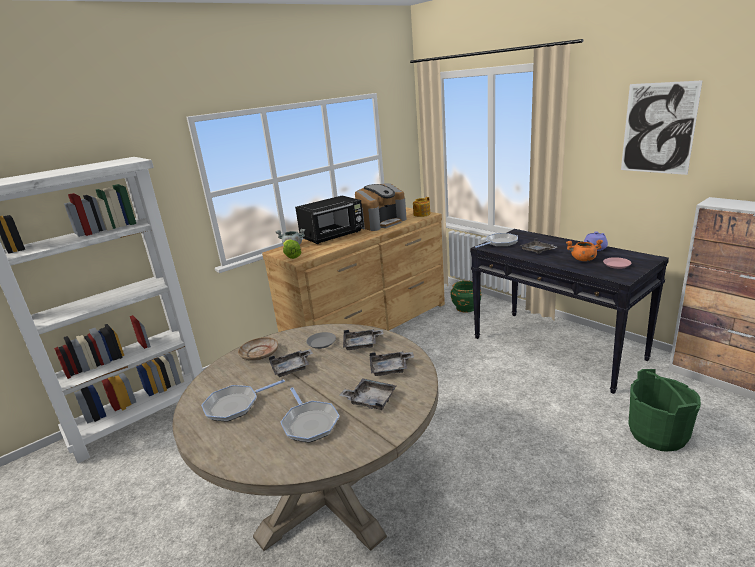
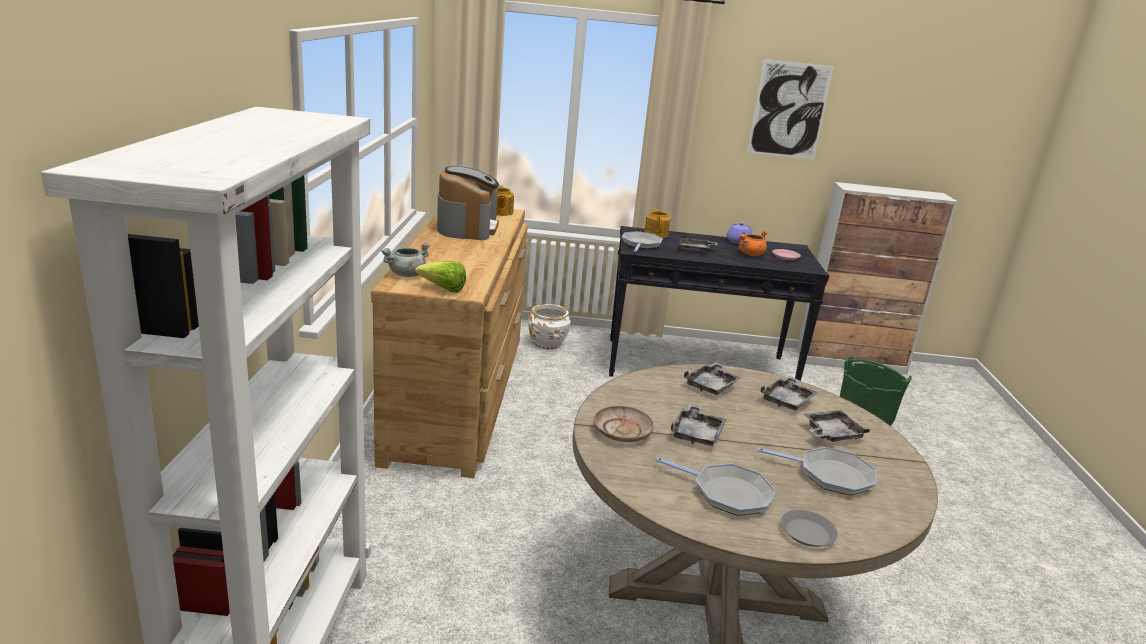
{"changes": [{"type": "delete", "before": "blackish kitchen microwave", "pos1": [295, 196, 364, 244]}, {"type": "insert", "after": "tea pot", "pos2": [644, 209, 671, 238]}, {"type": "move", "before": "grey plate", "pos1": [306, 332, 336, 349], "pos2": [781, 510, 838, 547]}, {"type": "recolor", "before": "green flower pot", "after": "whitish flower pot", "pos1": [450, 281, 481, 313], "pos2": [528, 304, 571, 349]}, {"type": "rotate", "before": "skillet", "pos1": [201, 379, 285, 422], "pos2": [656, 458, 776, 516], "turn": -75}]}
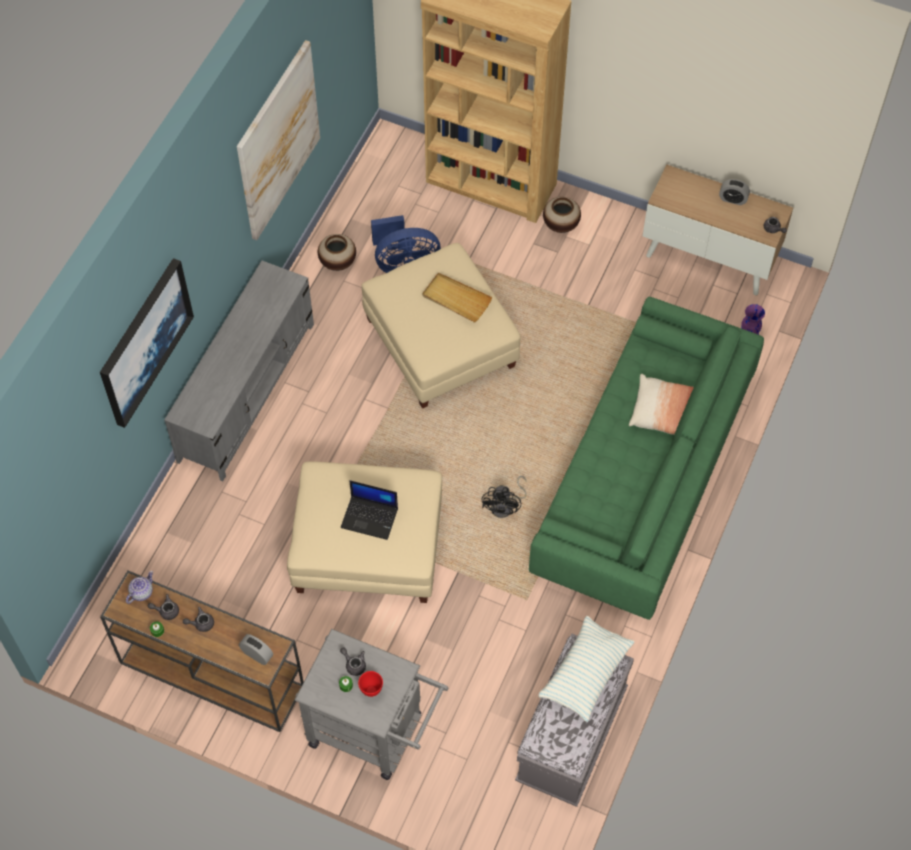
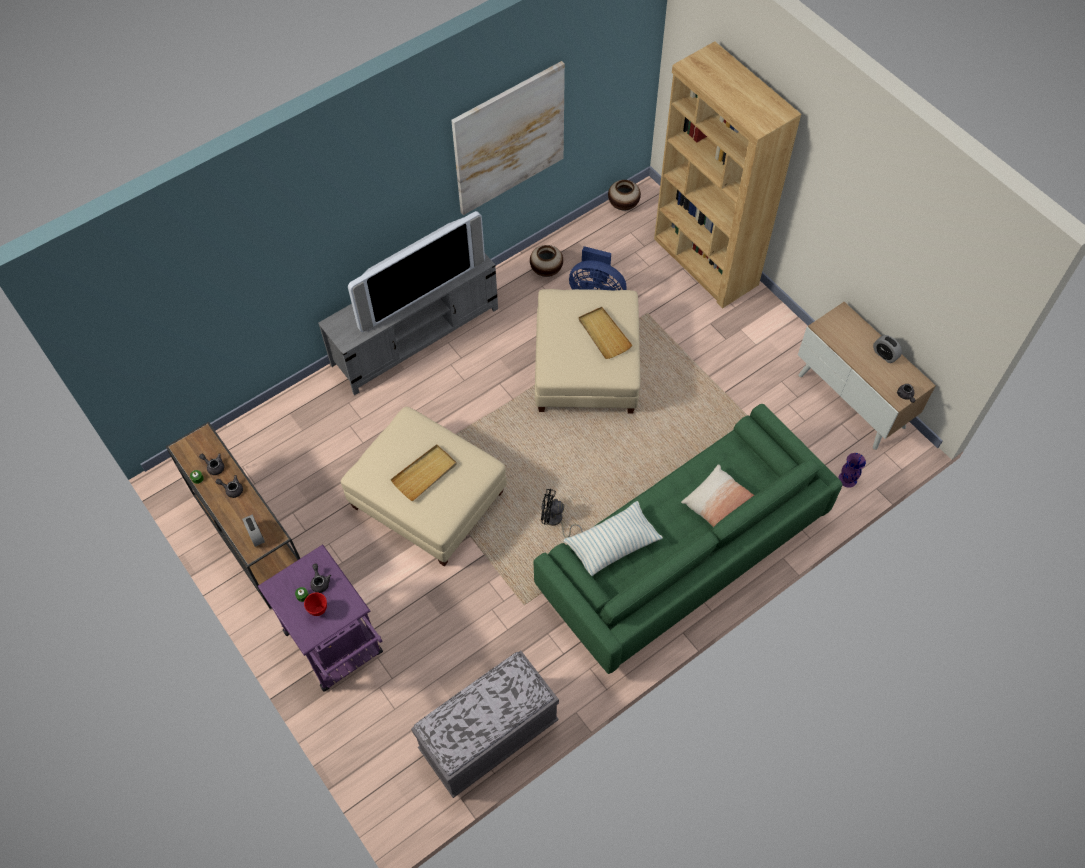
{"changes": [{"type": "delete", "before": "picture", "pos1": [100, 258, 194, 428]}, {"type": "delete", "before": "tea pot", "pos1": [126, 571, 153, 604]}, {"type": "insert", "after": "TV set", "pos2": [348, 211, 485, 332]}, {"type": "move", "before": "cushion", "pos1": [538, 616, 635, 722], "pos2": [564, 501, 663, 576]}, {"type": "move", "before": "flower vase", "pos1": [543, 197, 581, 233], "pos2": [608, 180, 641, 210]}, {"type": "replace", "before": "notebook computer", "after": "beige-coloured tray", "pos1": [341, 480, 398, 540], "pos2": [390, 445, 457, 501]}, {"type": "recolor", "before": "grey cart", "after": "purplish cart", "pos1": [295, 629, 448, 780], "pos2": [258, 544, 383, 692]}, {"type": "rotate", "before": "blackish fan", "pos1": [482, 476, 527, 518], "pos2": [541, 489, 583, 538], "turn": 60}]}
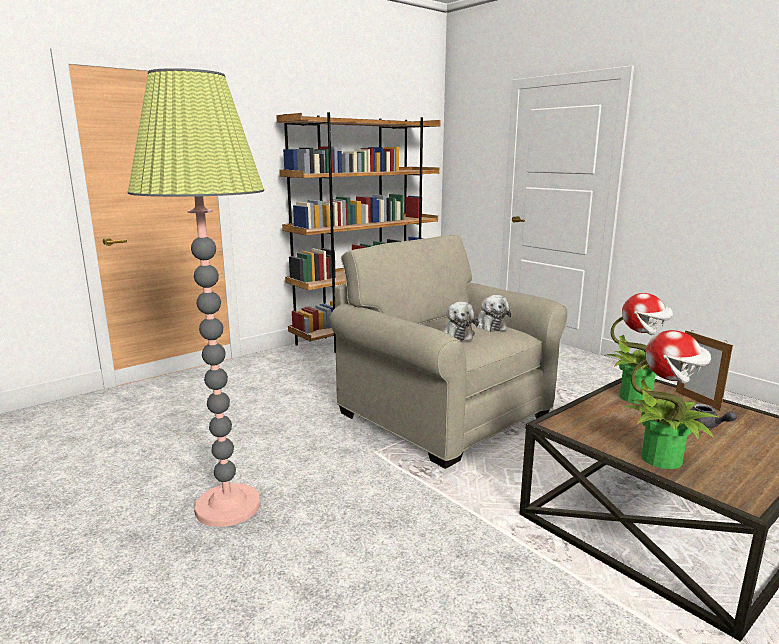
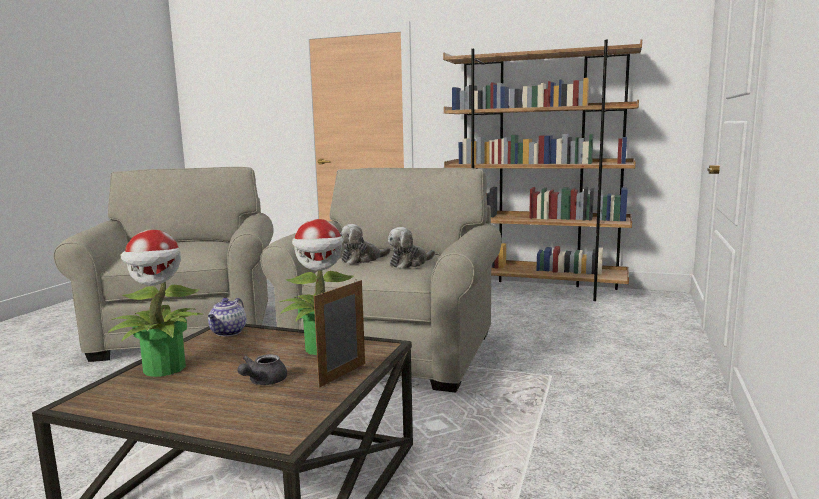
{"changes": [{"type": "insert", "after": "tea pot", "pos2": [208, 298, 246, 336]}, {"type": "replace", "before": "standing lamp", "after": "beige-coloured easy chair", "pos1": [128, 68, 264, 527], "pos2": [53, 167, 274, 362]}]}
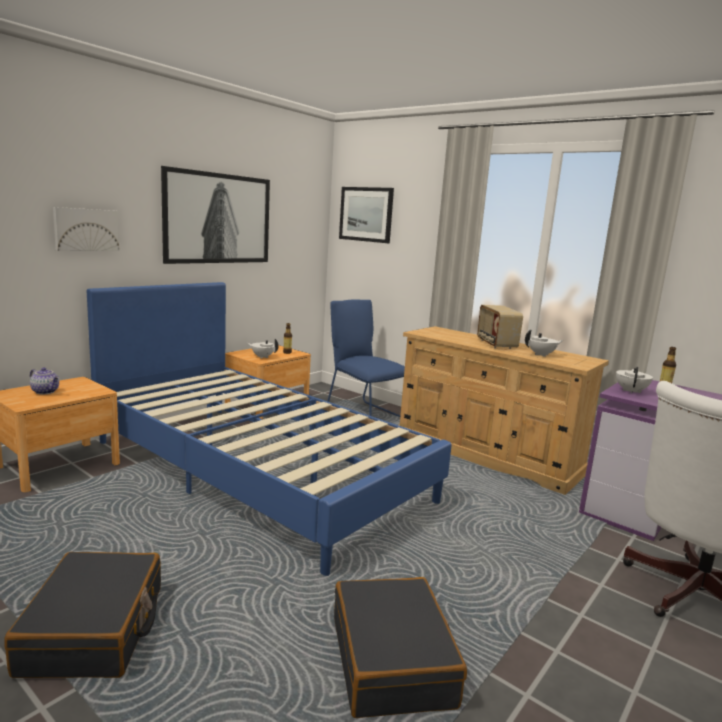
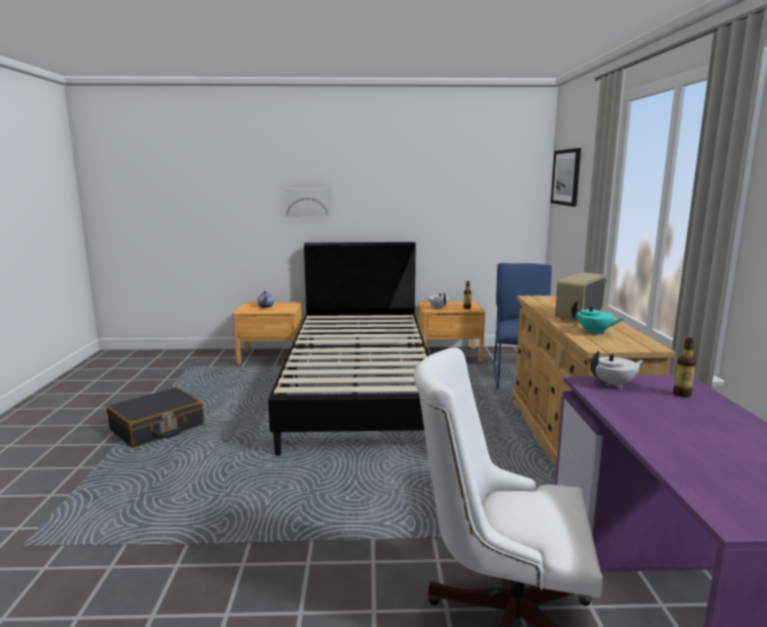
{"changes": [{"type": "delete", "before": "picture", "pos1": [161, 166, 270, 264]}, {"type": "delete", "before": "blackish travel case", "pos1": [334, 577, 467, 718]}, {"type": "recolor", "before": "bluish bedroom bed", "after": "blackish bedroom bed", "pos1": [87, 282, 452, 576], "pos2": [268, 242, 429, 456]}, {"type": "recolor", "before": "whitish tea pot", "after": "turquoise tea pot", "pos1": [525, 329, 563, 357], "pos2": [571, 300, 624, 335]}]}
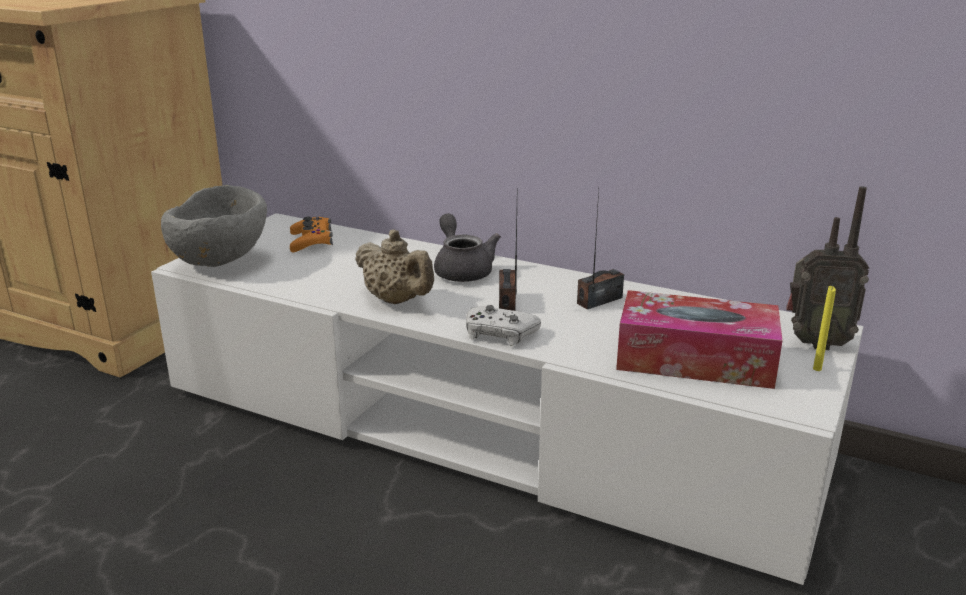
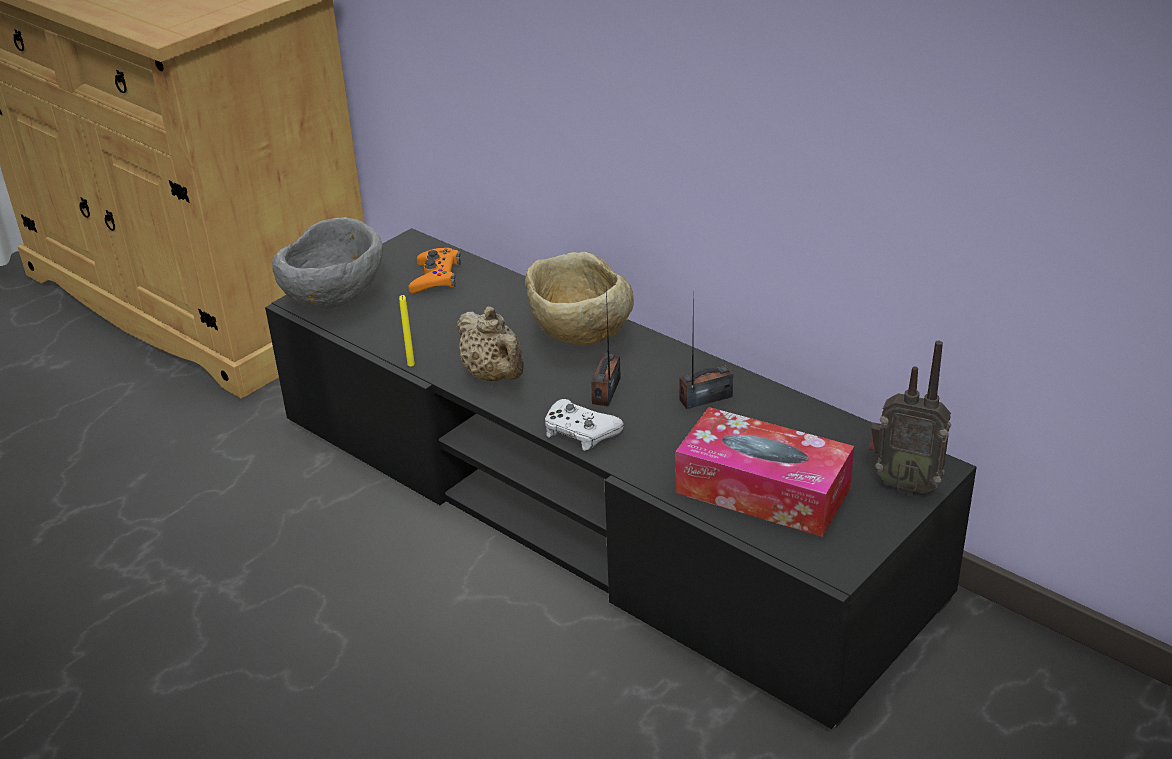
{"changes": [{"type": "move", "before": "yellow-coloured wax light", "pos1": [813, 286, 836, 371], "pos2": [399, 295, 415, 367]}, {"type": "replace", "before": "grey tea pot", "after": "beige-coloured bowl", "pos1": [434, 214, 501, 282], "pos2": [525, 252, 634, 346]}, {"type": "recolor", "before": "whitish tv unit", "after": "blackish tv unit", "pos1": [151, 213, 863, 585], "pos2": [265, 228, 977, 729]}]}
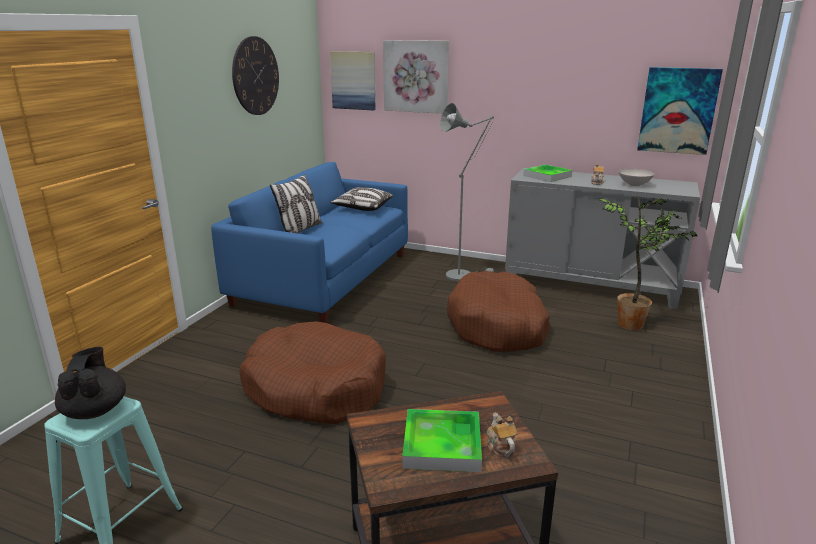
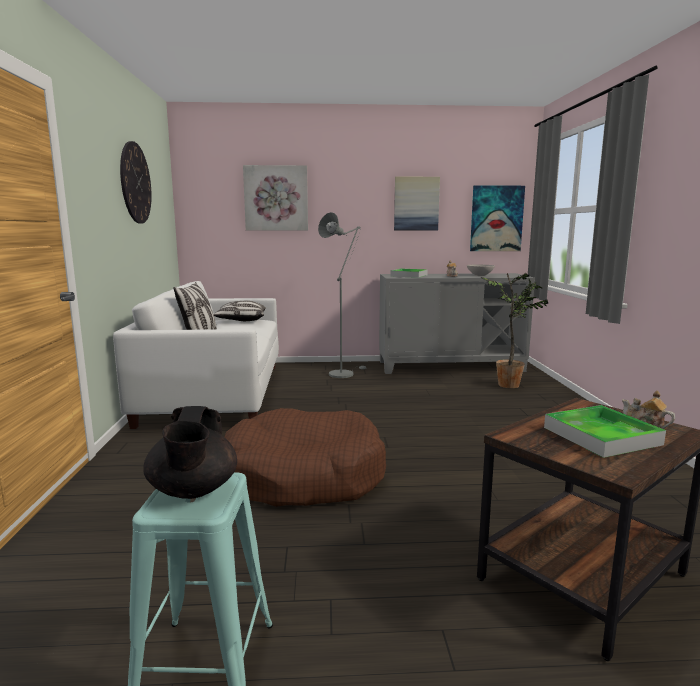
{"changes": [{"type": "delete", "before": "brownish dog bed", "pos1": [447, 271, 550, 352]}, {"type": "move", "before": "picture", "pos1": [330, 51, 376, 111], "pos2": [394, 176, 440, 231]}, {"type": "recolor", "before": "bluish couch", "after": "whitish couch", "pos1": [211, 162, 408, 323], "pos2": [113, 281, 279, 429]}, {"type": "rotate", "before": "blackish tea pot", "pos1": [55, 347, 126, 419], "pos2": [143, 406, 237, 499], "turn": -150}]}
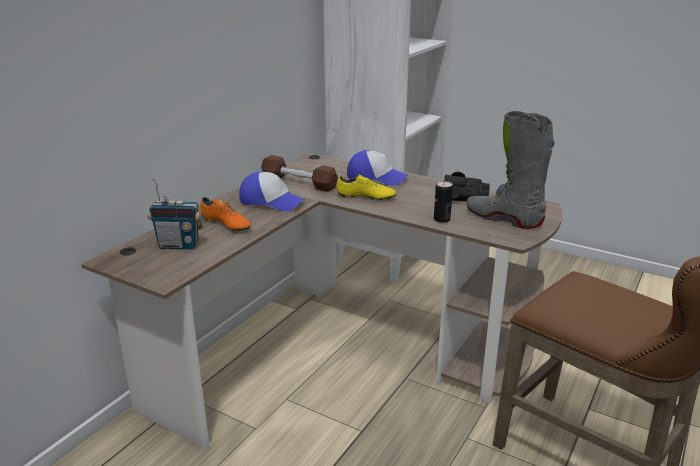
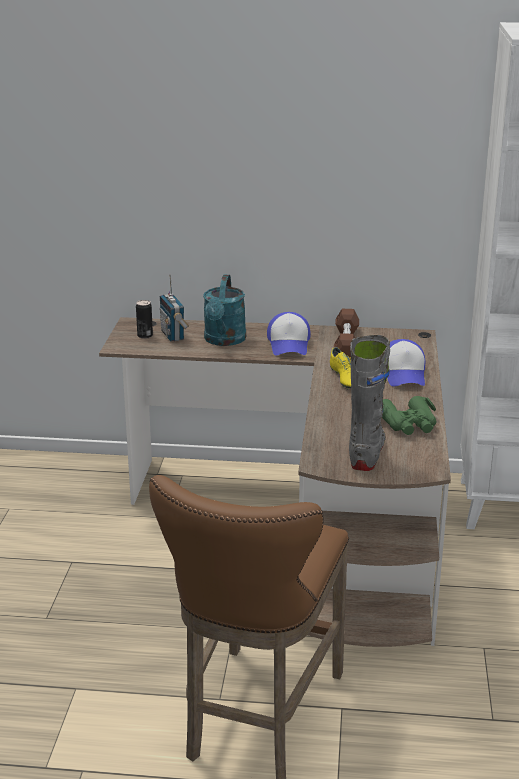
{"changes": [{"type": "move", "before": "metal can", "pos1": [434, 181, 453, 223], "pos2": [136, 300, 153, 339]}, {"type": "replace", "before": "orange low shoe", "after": "turquoise sprinkling can", "pos1": [201, 197, 251, 232], "pos2": [203, 275, 246, 346]}, {"type": "recolor", "before": "blackish binoculars", "after": "green binoculars", "pos1": [444, 172, 490, 201], "pos2": [382, 396, 436, 435]}]}
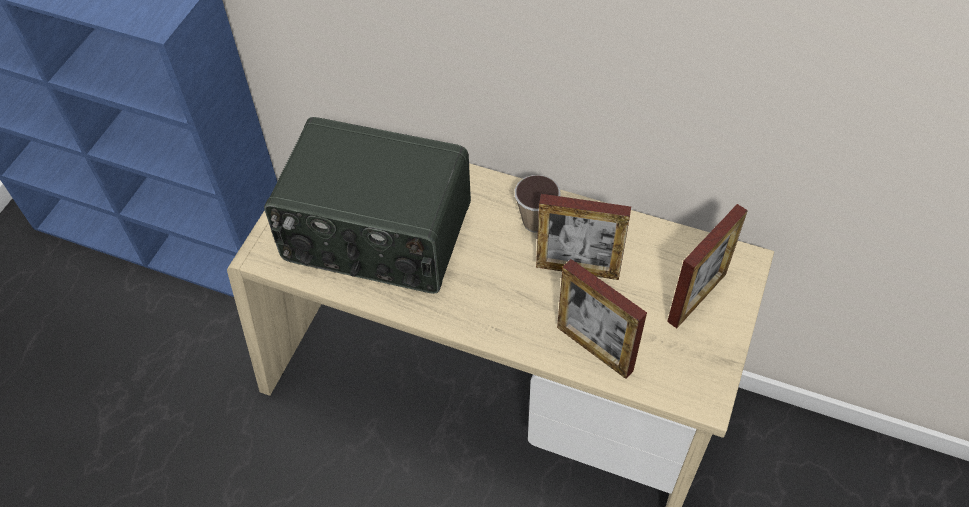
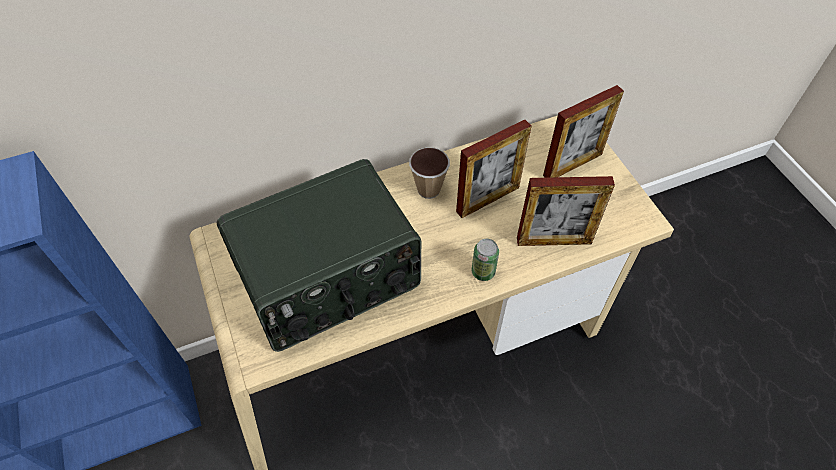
{"changes": [{"type": "insert", "after": "metal can", "pos2": [472, 239, 499, 281]}, {"type": "rotate", "before": "standing frame", "pos1": [667, 204, 748, 328], "pos2": [543, 85, 624, 178], "turn": 60}]}
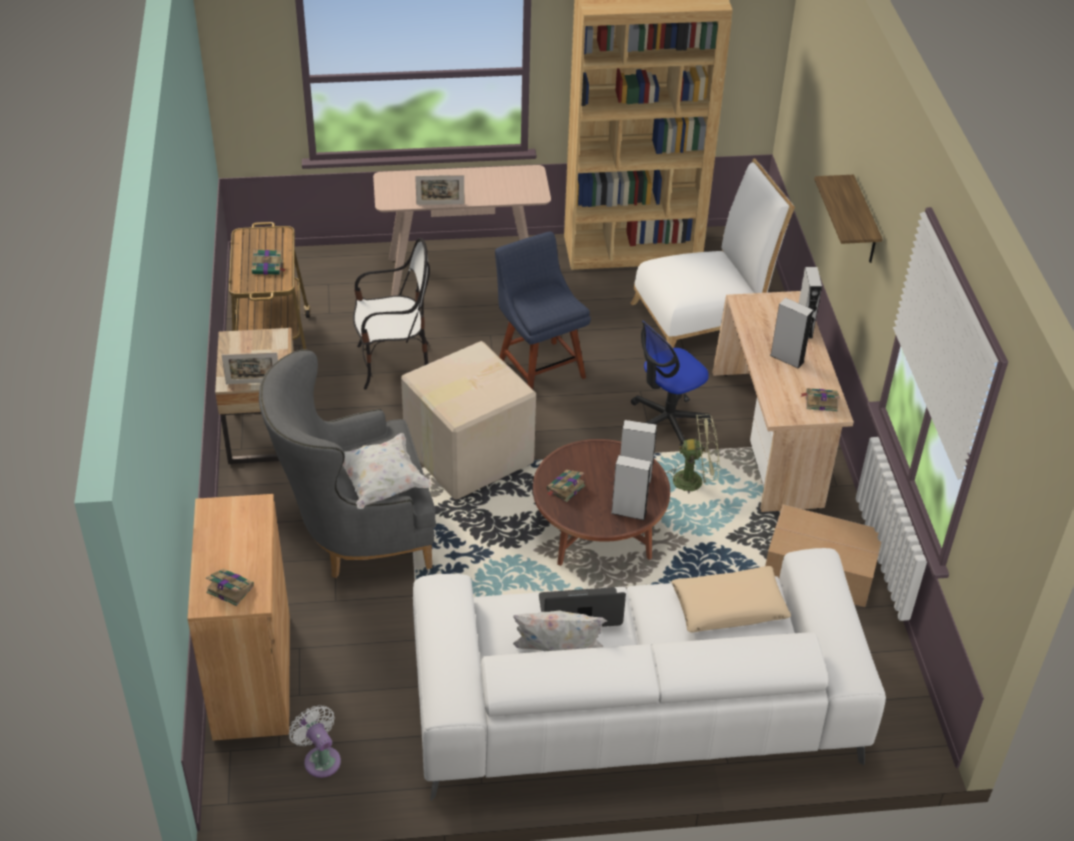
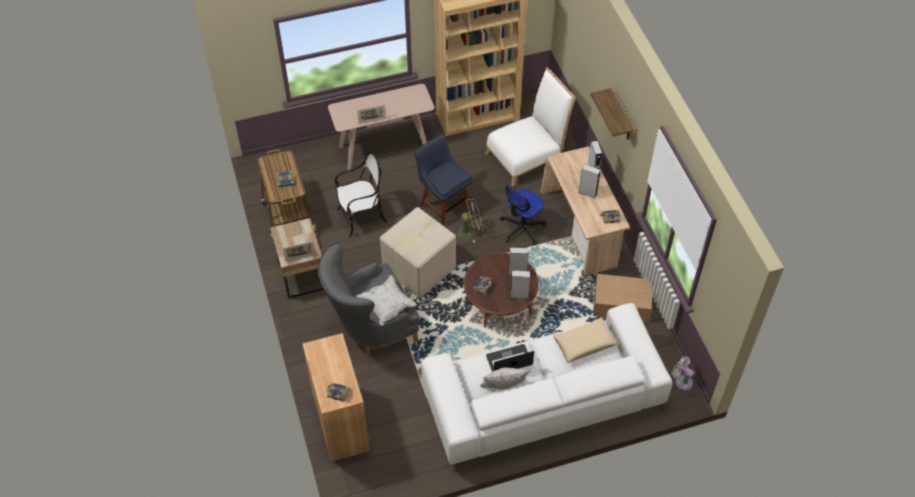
{"changes": [{"type": "move", "before": "whitish fan", "pos1": [289, 705, 341, 778], "pos2": [672, 356, 695, 391]}, {"type": "move", "before": "green fan", "pos1": [667, 414, 720, 493], "pos2": [452, 198, 482, 243]}]}
